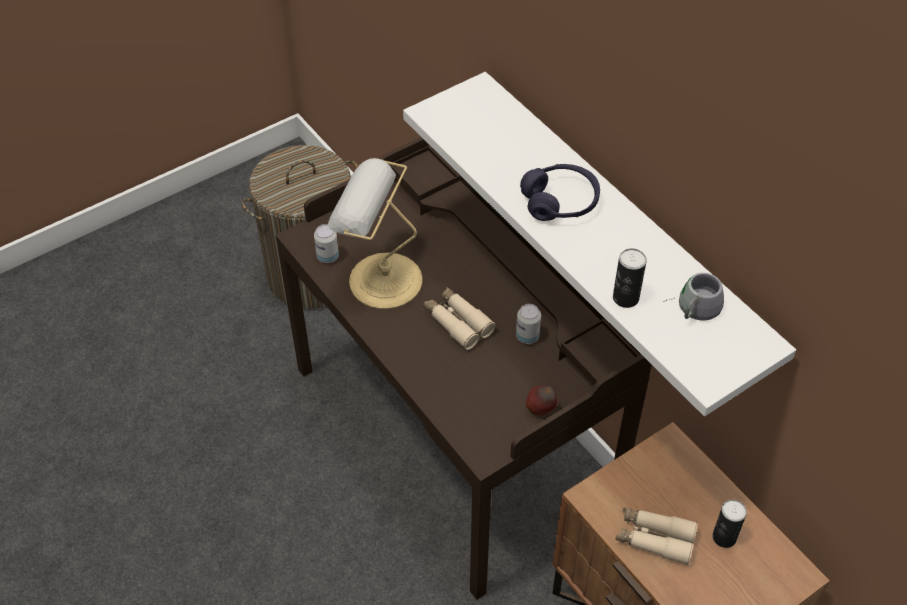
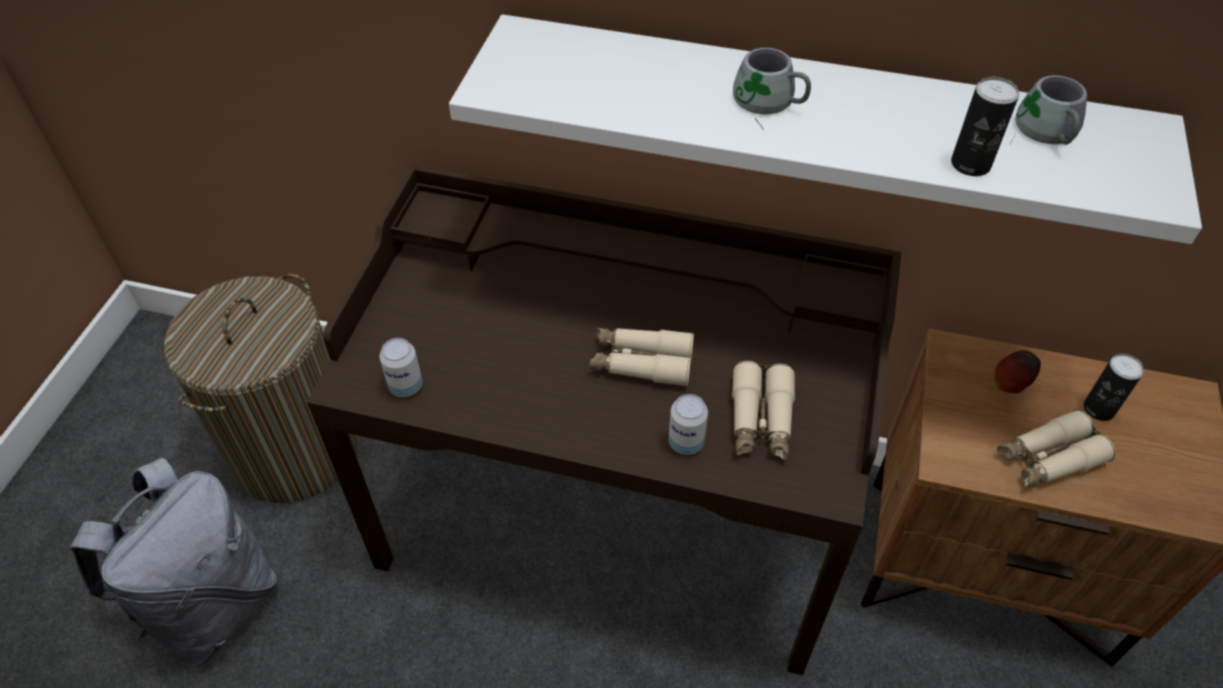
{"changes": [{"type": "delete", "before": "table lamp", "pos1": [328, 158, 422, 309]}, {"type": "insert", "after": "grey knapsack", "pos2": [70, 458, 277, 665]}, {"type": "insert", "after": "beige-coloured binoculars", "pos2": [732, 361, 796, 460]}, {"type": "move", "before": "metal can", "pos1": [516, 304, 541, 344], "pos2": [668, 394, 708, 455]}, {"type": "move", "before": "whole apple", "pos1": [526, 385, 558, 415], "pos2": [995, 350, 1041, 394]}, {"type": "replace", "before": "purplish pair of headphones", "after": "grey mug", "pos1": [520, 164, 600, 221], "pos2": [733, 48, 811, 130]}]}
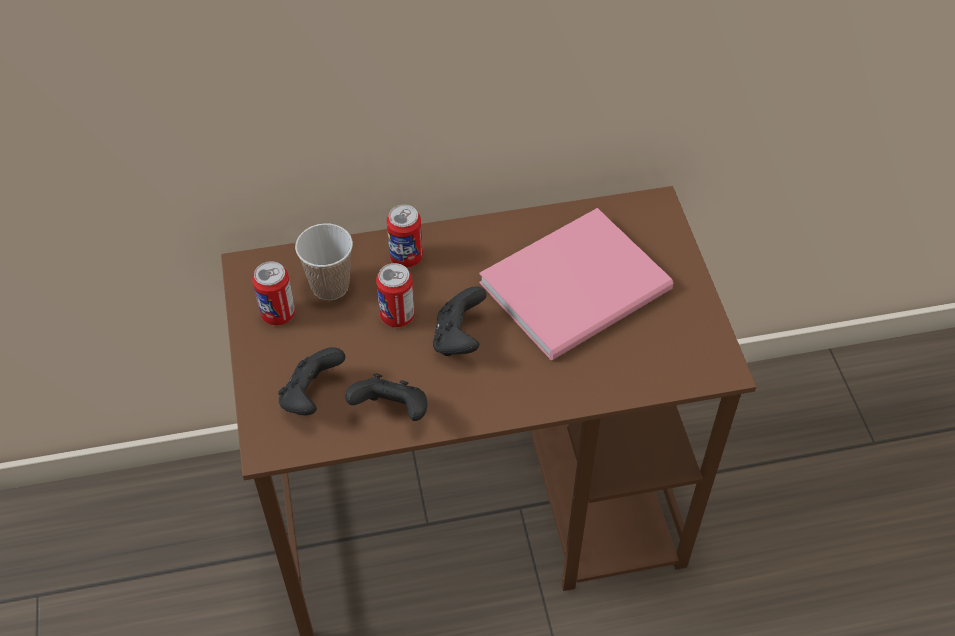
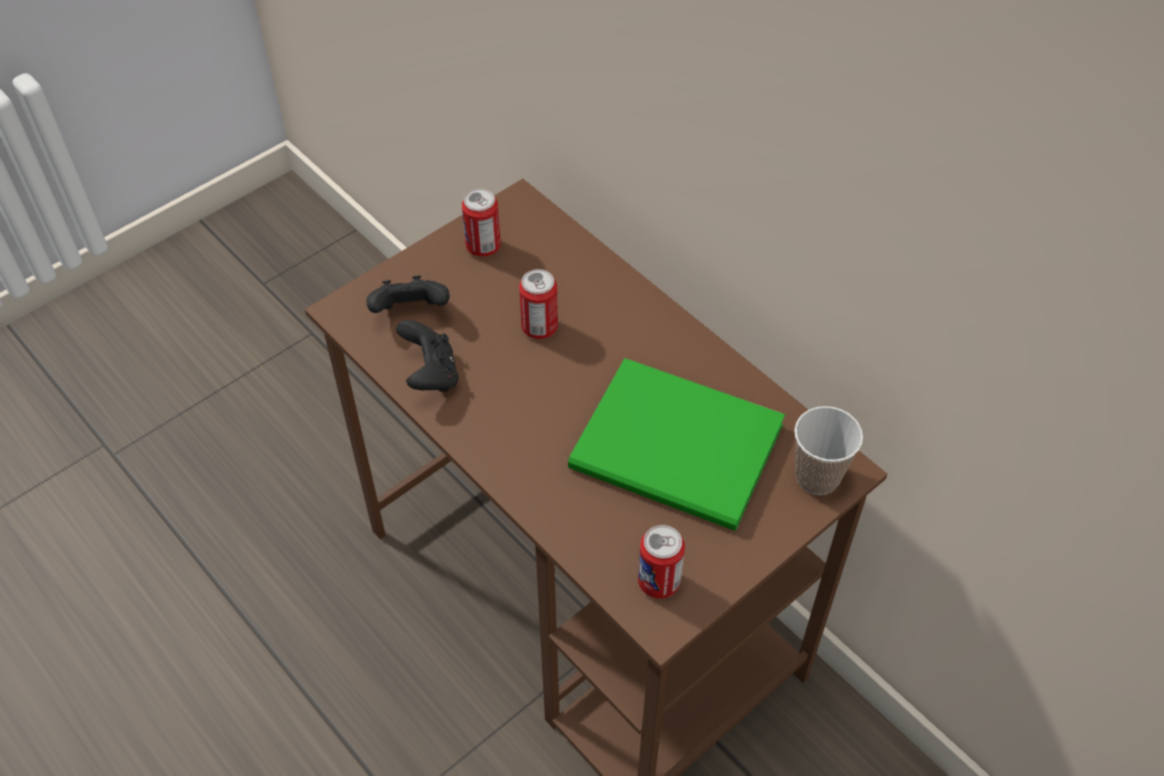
{"changes": [{"type": "delete", "before": "blackish joypad", "pos1": [433, 286, 486, 356]}, {"type": "move", "before": "cup", "pos1": [295, 223, 353, 301], "pos2": [794, 406, 863, 495]}, {"type": "move", "before": "metal can", "pos1": [387, 205, 423, 268], "pos2": [638, 525, 685, 599]}, {"type": "recolor", "before": "pink volume", "after": "green volume", "pos1": [479, 208, 673, 360], "pos2": [568, 358, 785, 531]}]}
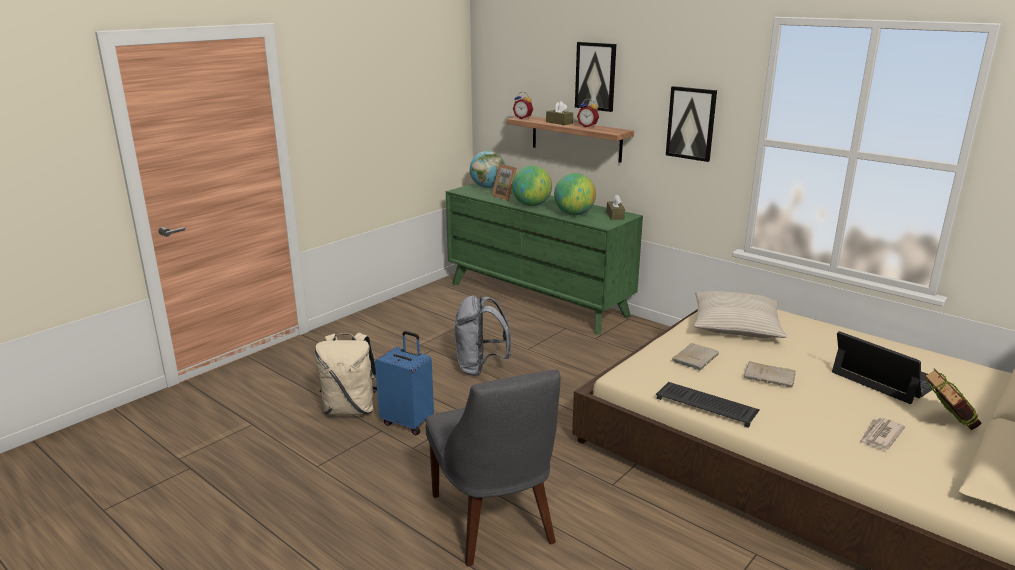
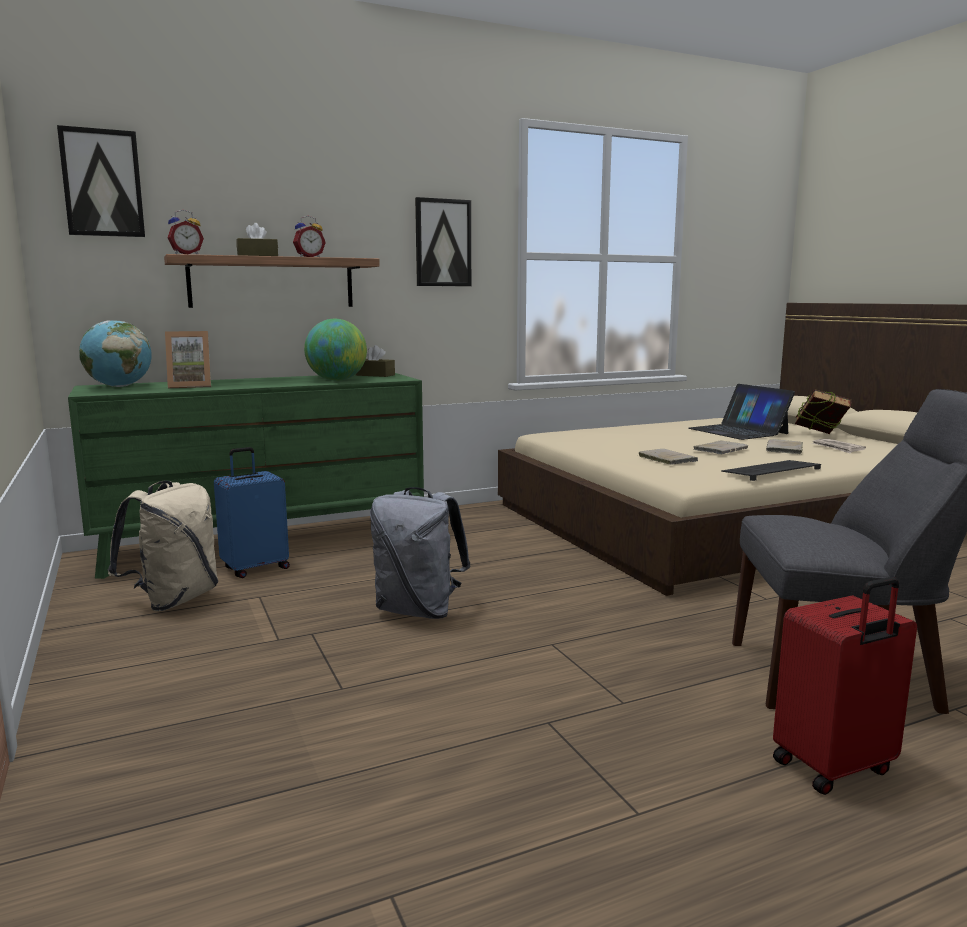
{"changes": [{"type": "delete", "before": "globe", "pos1": [512, 166, 552, 206]}, {"type": "delete", "before": "beige-coloured cushion", "pos1": [694, 291, 787, 338]}, {"type": "insert", "after": "beige-coloured volume", "pos2": [766, 439, 803, 454]}, {"type": "insert", "after": "reddish travel case", "pos2": [773, 577, 917, 795]}, {"type": "move", "before": "beige-coloured knapsack", "pos1": [315, 333, 377, 415], "pos2": [108, 480, 218, 611]}, {"type": "move", "before": "bluish travel case", "pos1": [375, 331, 434, 435], "pos2": [214, 447, 290, 578]}, {"type": "move", "before": "picture", "pos1": [575, 42, 616, 112], "pos2": [57, 125, 145, 237]}, {"type": "rotate", "before": "notebook computer", "pos1": [832, 331, 934, 404], "pos2": [689, 384, 795, 440], "turn": -105}]}
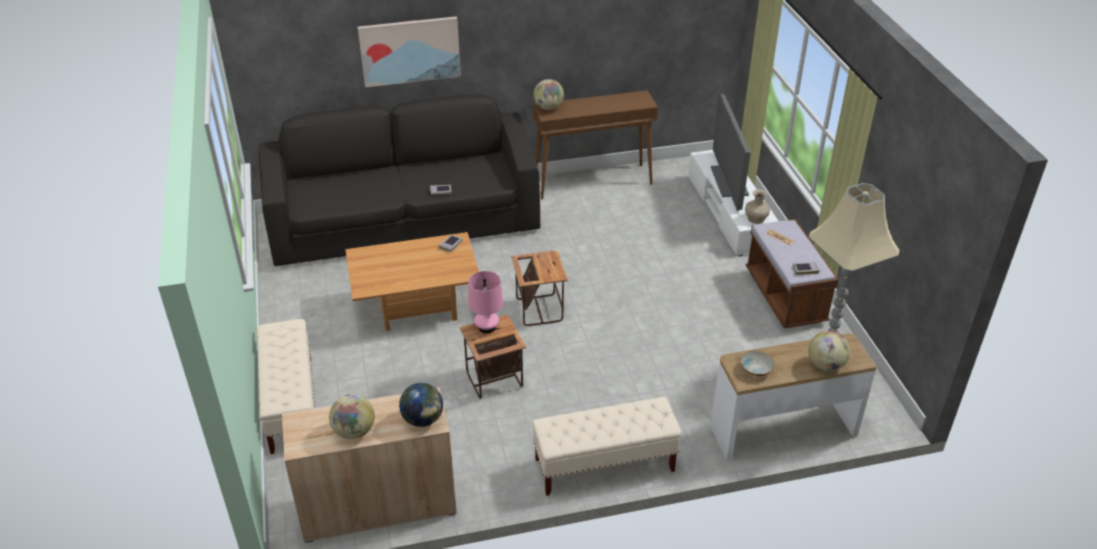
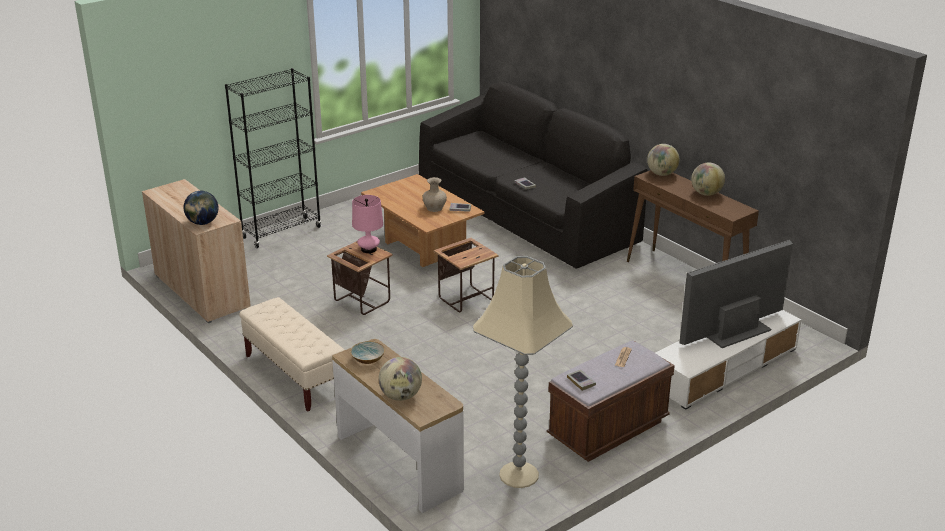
{"changes": [{"type": "delete", "before": "picture", "pos1": [358, 16, 461, 87]}, {"type": "move", "before": "globe", "pos1": [329, 394, 375, 439], "pos2": [691, 162, 725, 196]}, {"type": "move", "before": "beige-coloured flower vase", "pos1": [745, 189, 770, 224], "pos2": [422, 177, 447, 212]}, {"type": "replace", "before": "beige-coloured bench", "after": "blackish shelving unit", "pos1": [257, 319, 315, 454], "pos2": [225, 68, 321, 248]}]}
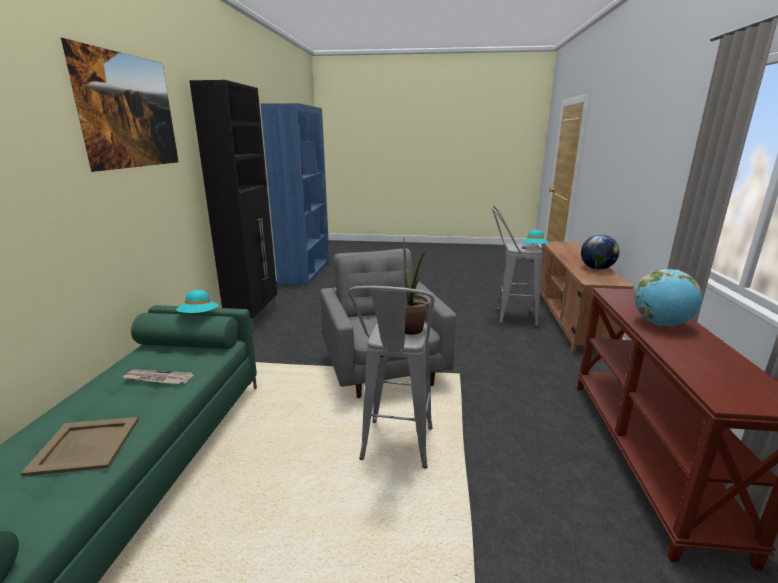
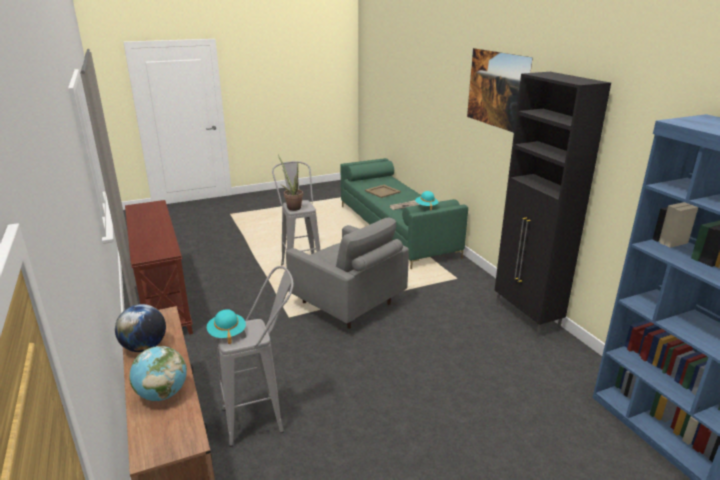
{"changes": [{"type": "move", "before": "globe", "pos1": [635, 269, 702, 326], "pos2": [129, 346, 187, 401]}]}
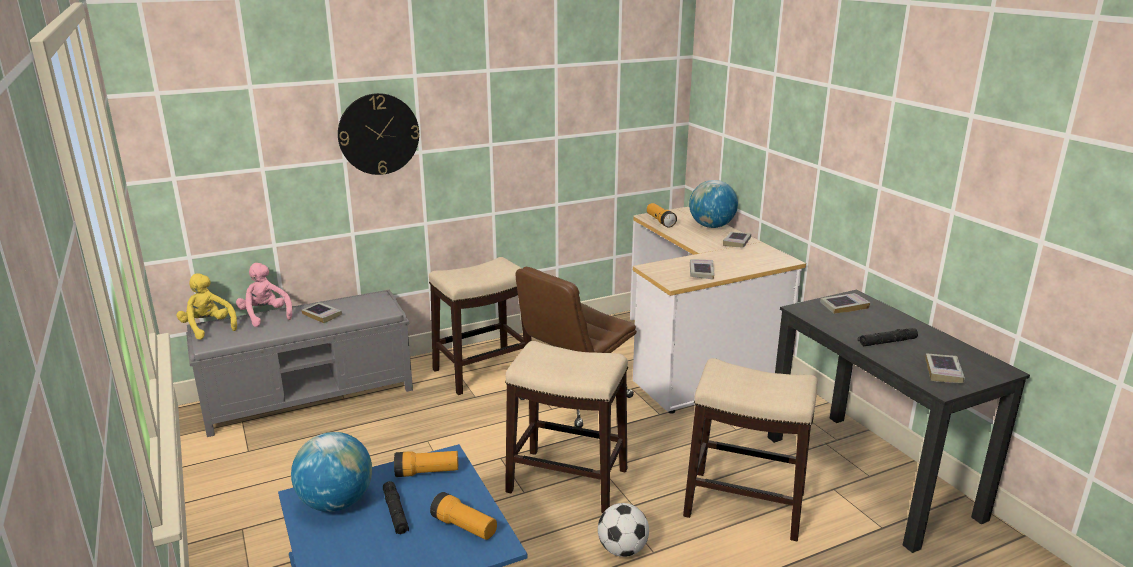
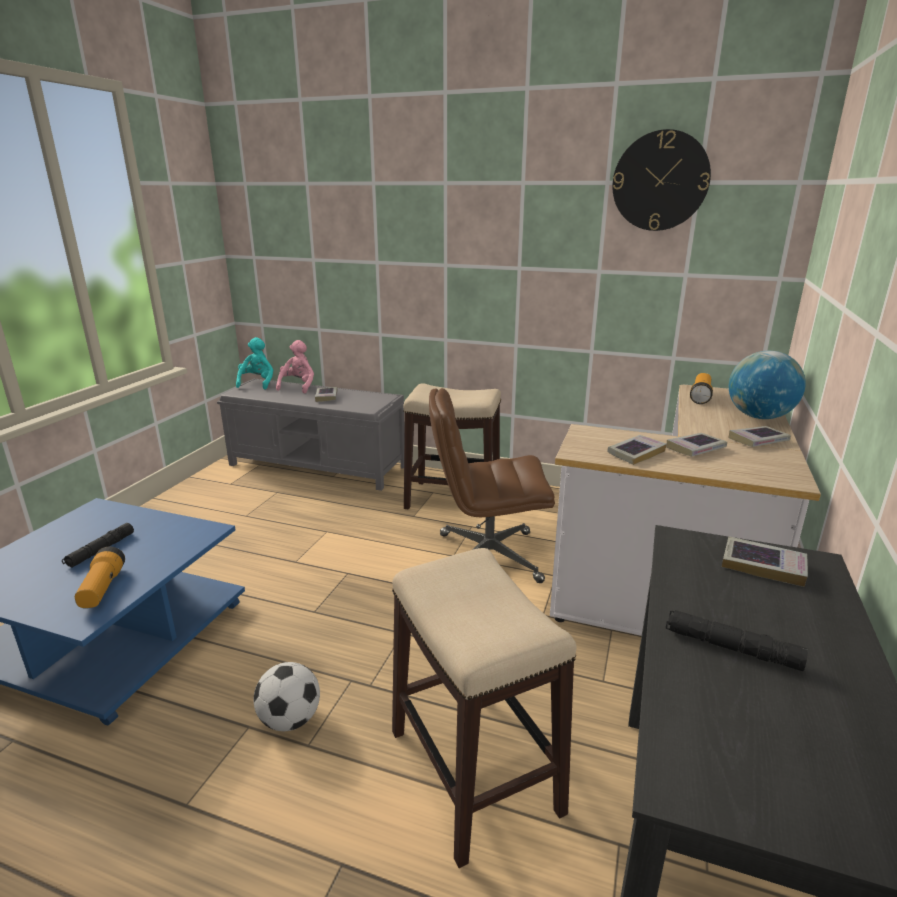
{"changes": [{"type": "delete", "before": "globe", "pos1": [291, 432, 372, 512]}, {"type": "delete", "before": "hand torch", "pos1": [394, 451, 458, 477]}, {"type": "delete", "before": "stool seat", "pos1": [505, 341, 628, 513]}, {"type": "move", "before": "hanging clock", "pos1": [338, 93, 419, 175], "pos2": [612, 129, 711, 231]}, {"type": "move", "before": "volume", "pos1": [925, 353, 965, 383], "pos2": [666, 433, 727, 457]}, {"type": "recolor", "before": "yellow-coloured soft toy", "after": "turquoise soft toy", "pos1": [177, 273, 237, 340], "pos2": [236, 337, 273, 389]}]}
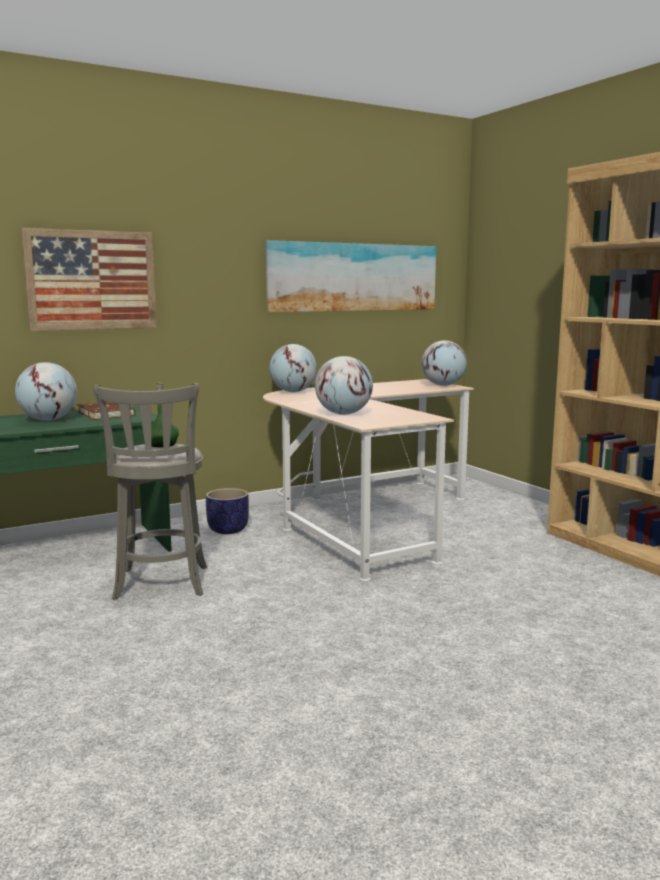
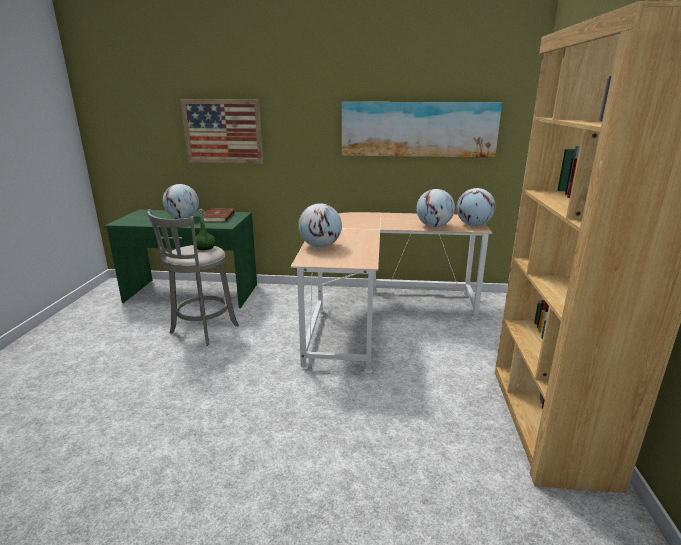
{"changes": [{"type": "delete", "before": "flower pot", "pos1": [206, 488, 249, 534]}, {"type": "move", "before": "globe", "pos1": [269, 344, 317, 392], "pos2": [416, 189, 455, 227]}]}
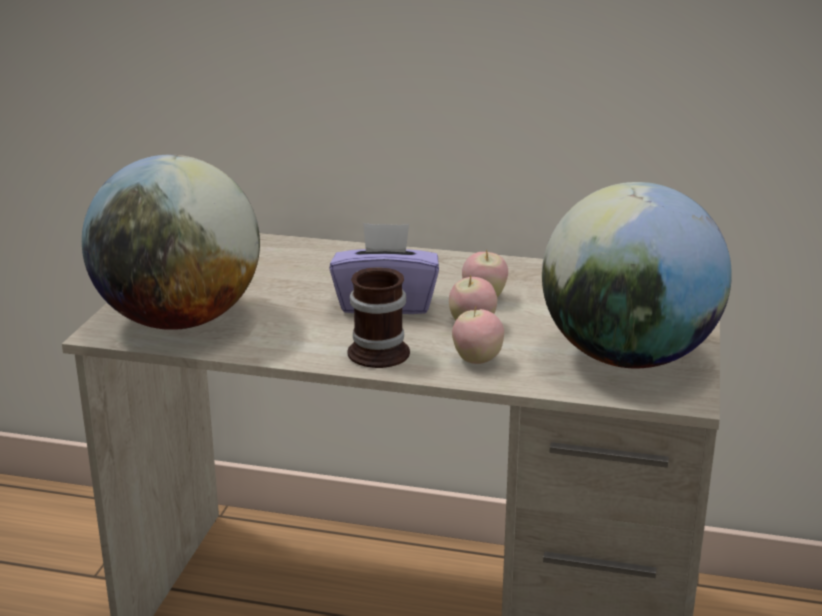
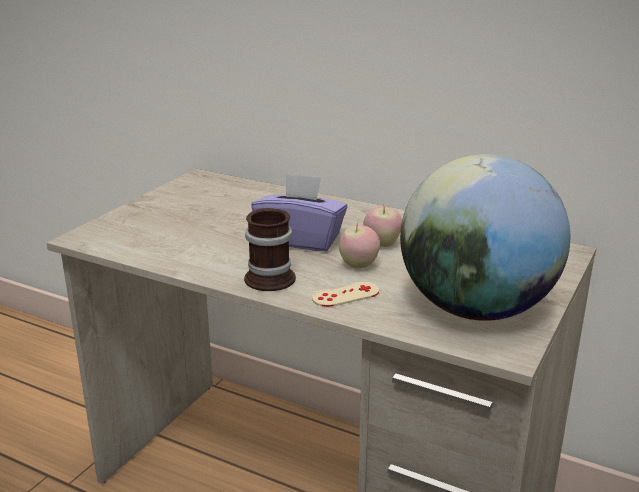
{"changes": [{"type": "delete", "before": "globe", "pos1": [82, 155, 260, 330]}, {"type": "replace", "before": "whole apple", "after": "beige-coloured joypad", "pos1": [452, 307, 504, 364], "pos2": [312, 282, 379, 307]}]}
